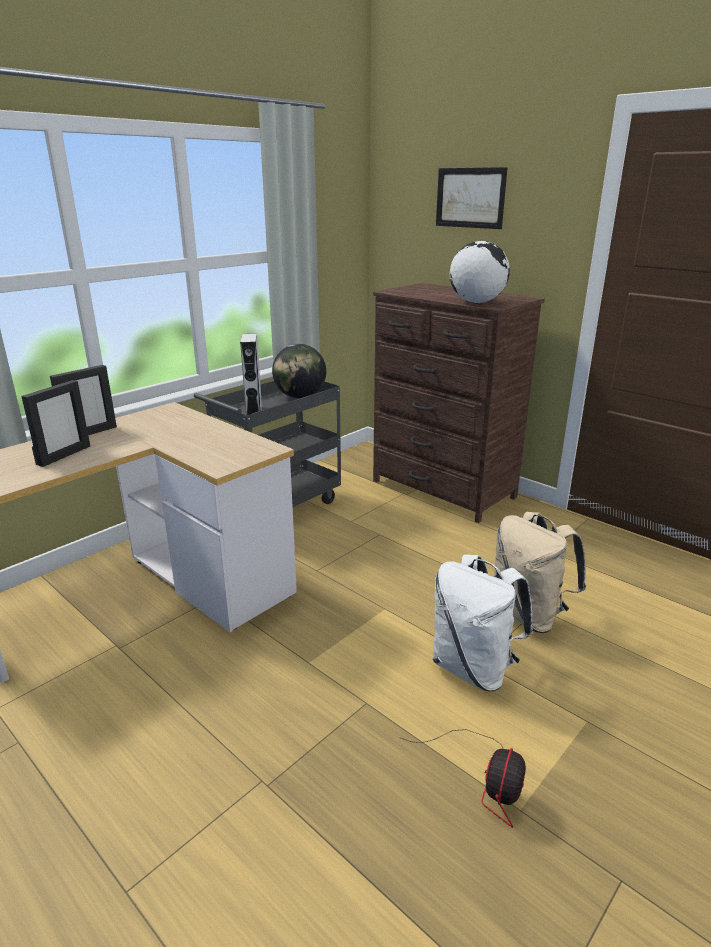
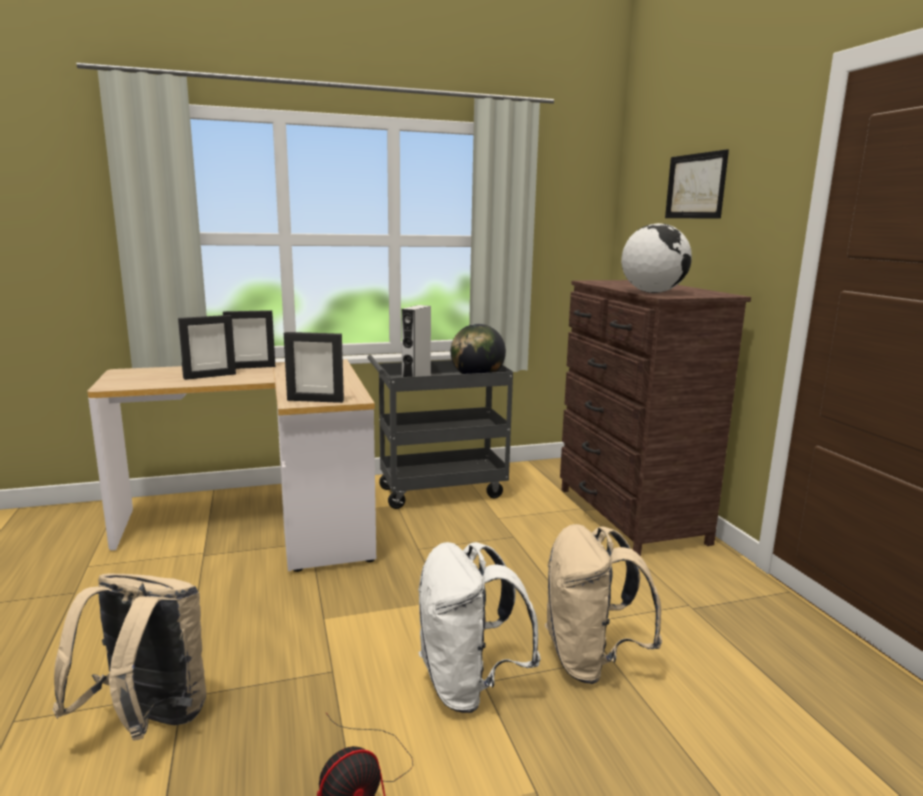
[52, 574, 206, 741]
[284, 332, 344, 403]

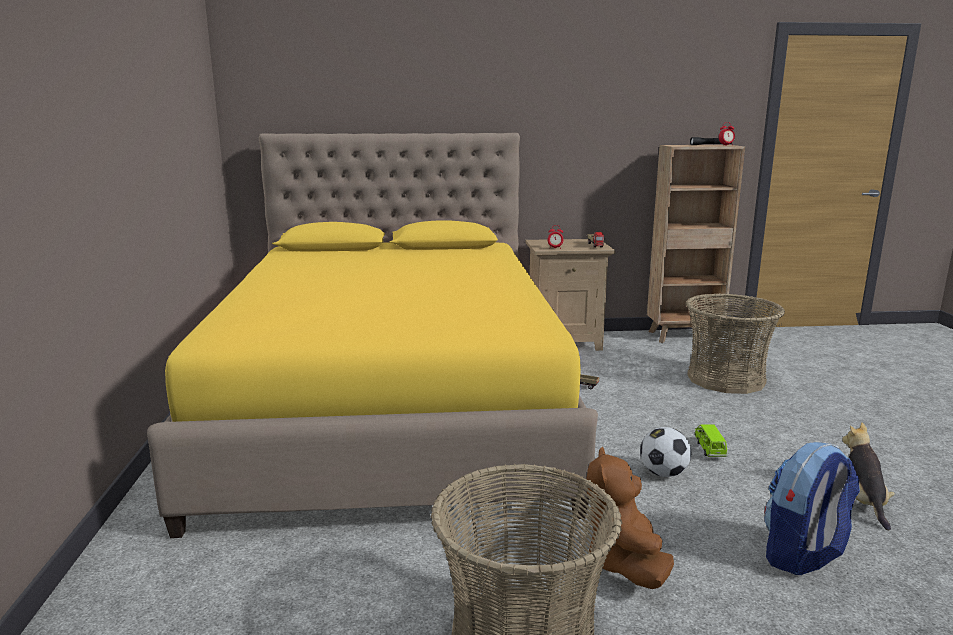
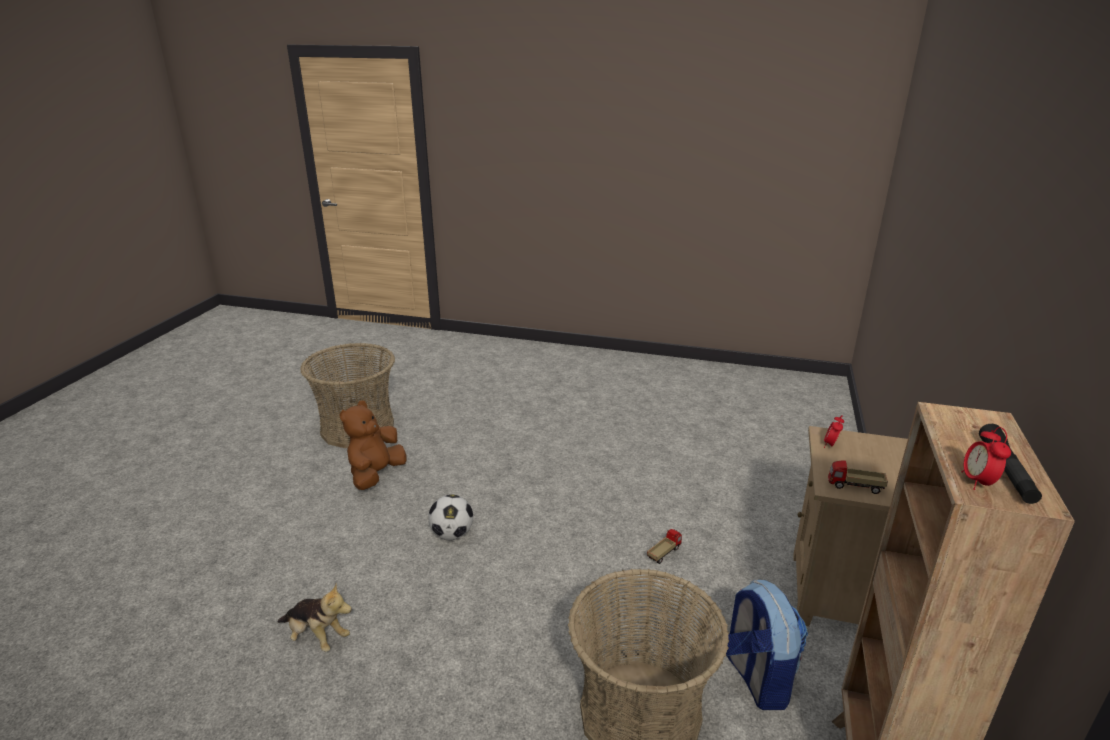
[147, 133, 598, 538] (first image)
[340, 400, 407, 490]
[694, 424, 728, 457] (first image)
[716, 580, 808, 710]

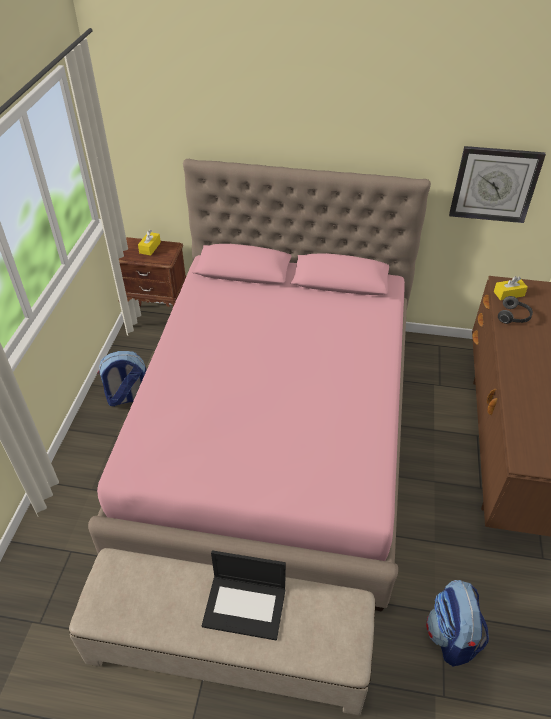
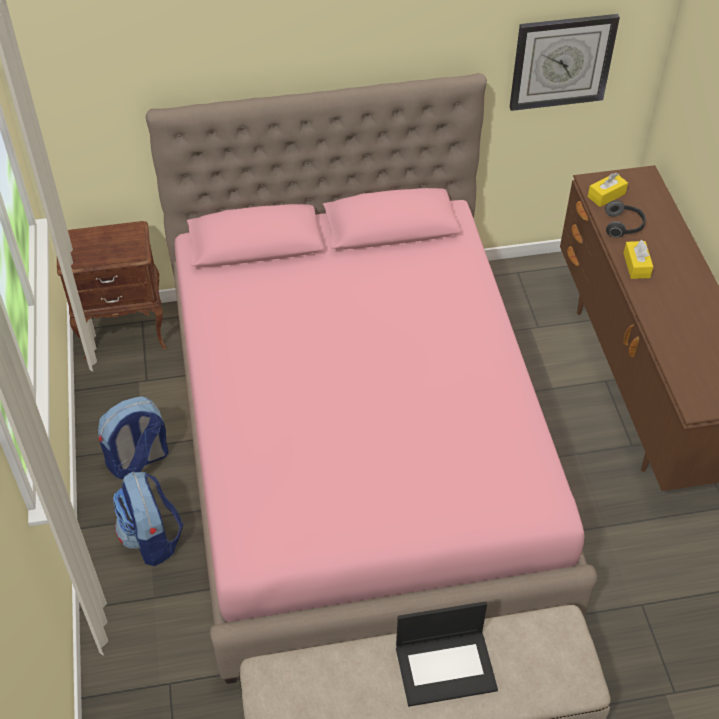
[624, 240, 653, 279]
[113, 472, 183, 566]

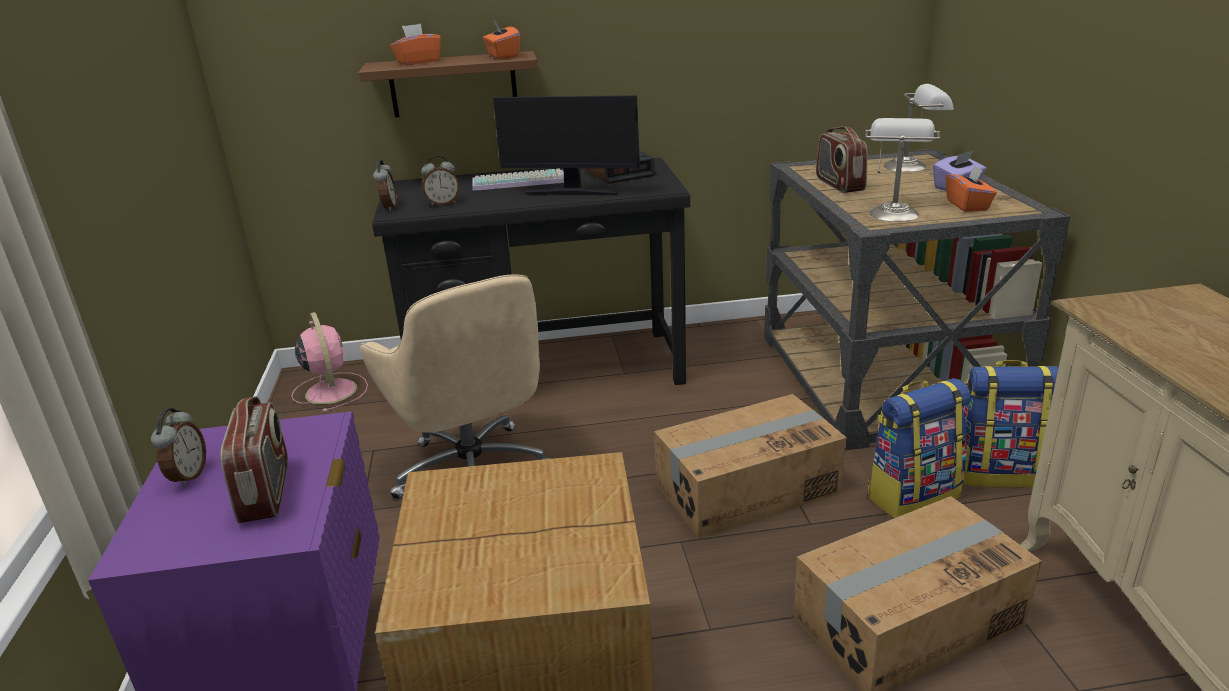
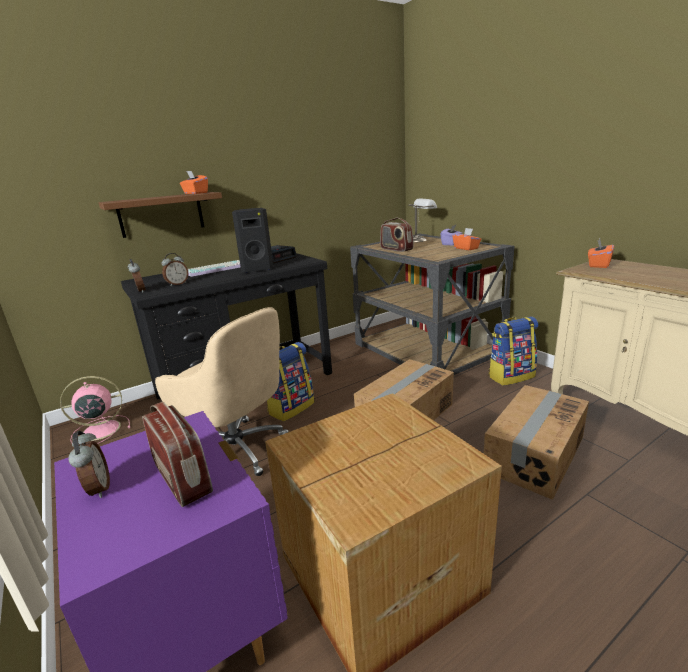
[60, 376, 130, 444]
[588, 239, 614, 268]
[232, 208, 274, 273]
[865, 118, 940, 222] (first image)
[267, 342, 314, 421]

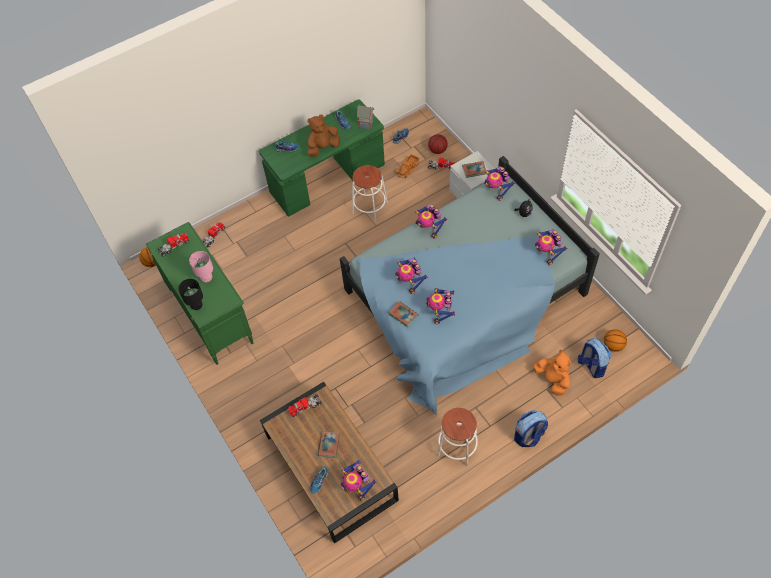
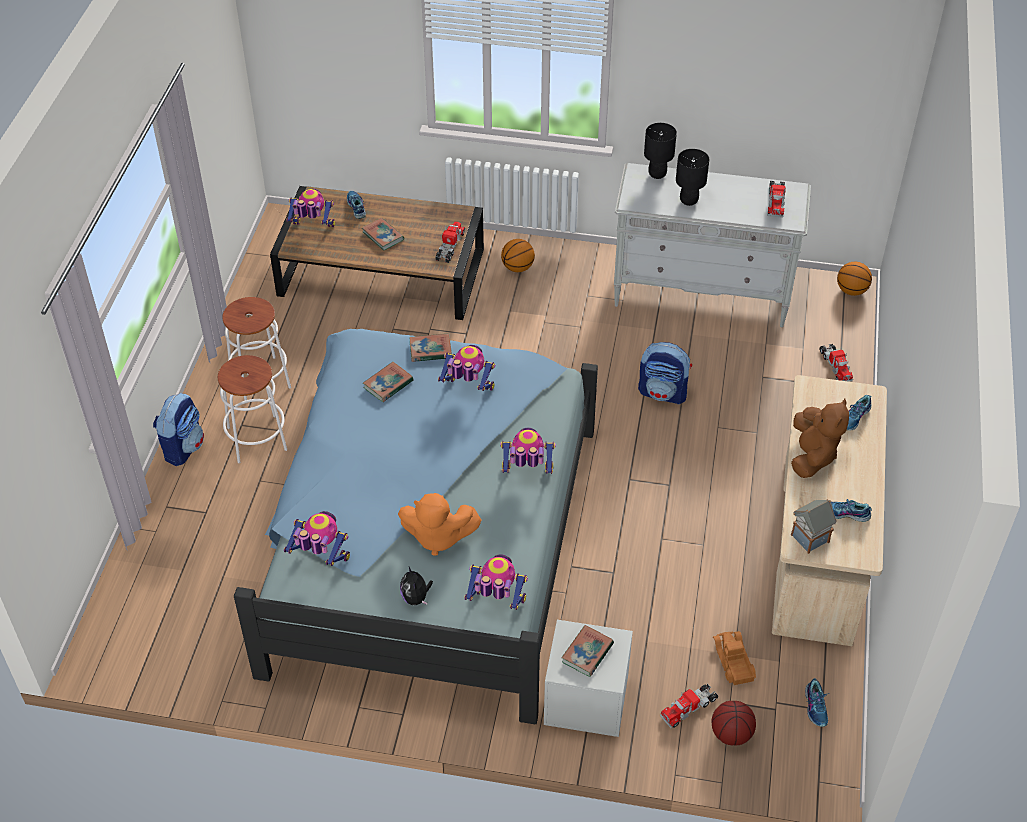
[614, 163, 811, 328]
[676, 149, 709, 206]
[772, 375, 887, 646]
[218, 355, 287, 463]
[363, 362, 414, 402]
[398, 493, 482, 556]
[638, 342, 692, 404]
[501, 239, 535, 272]

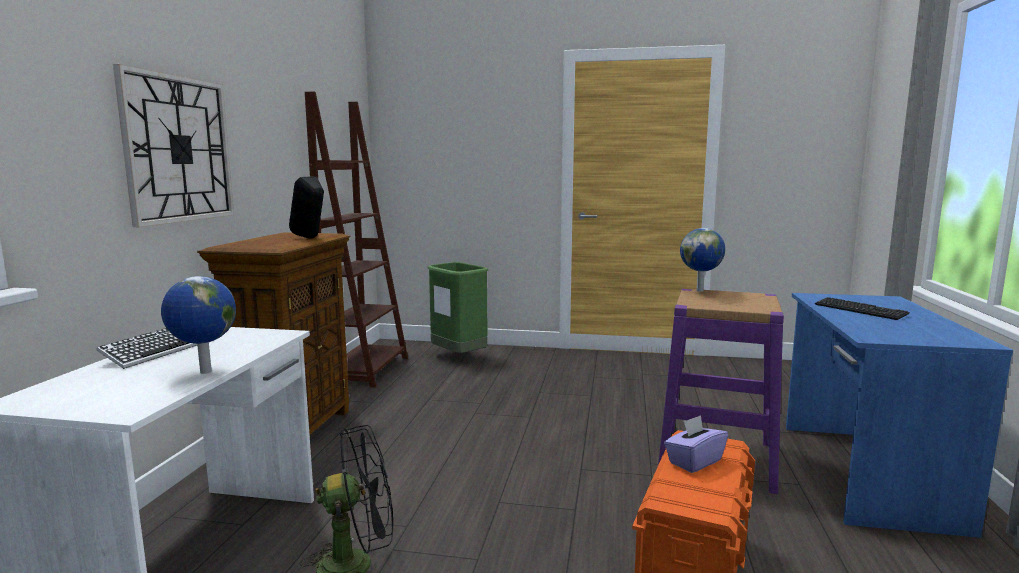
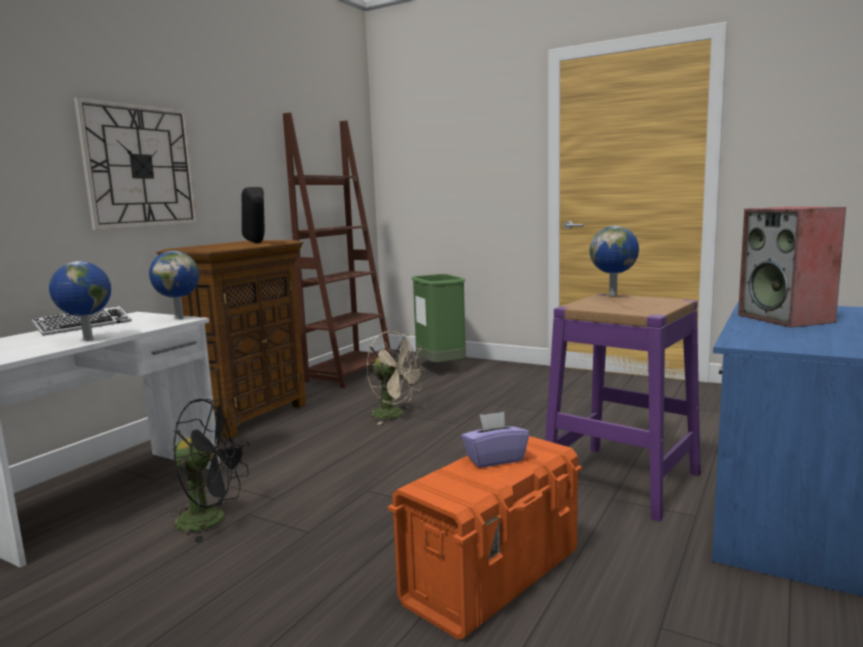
[738, 207, 846, 328]
[149, 251, 199, 320]
[366, 331, 426, 424]

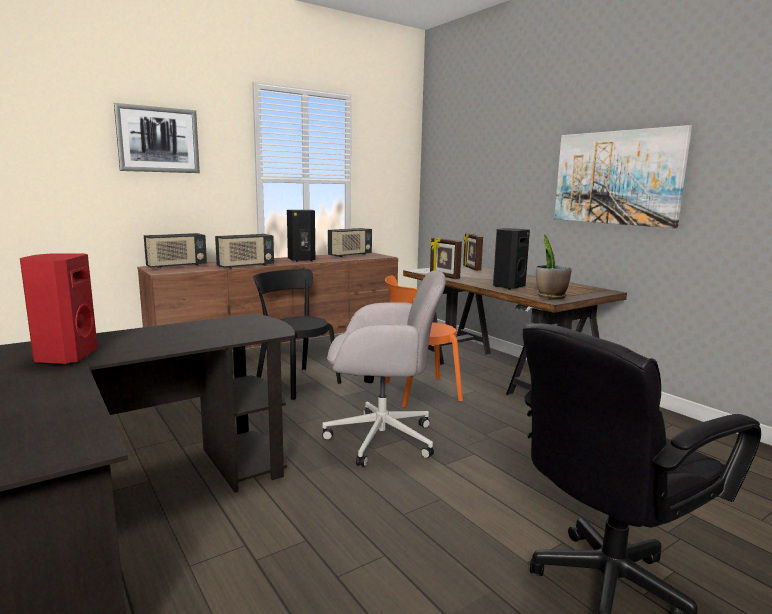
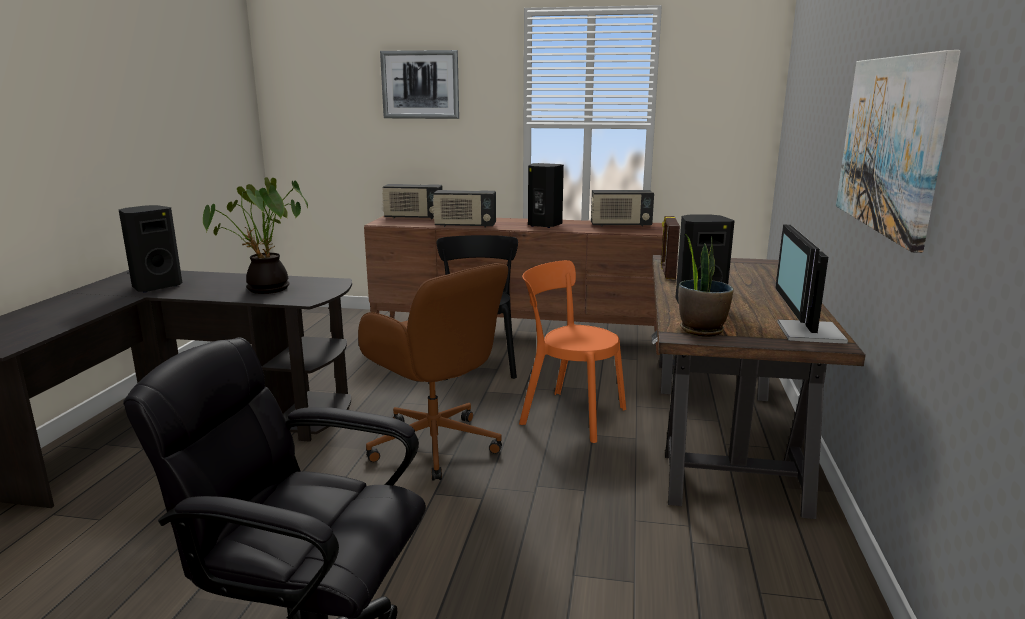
[119, 205, 182, 293]
[358, 263, 508, 481]
[463, 233, 483, 271] (first image)
[203, 177, 308, 294]
[775, 225, 848, 344]

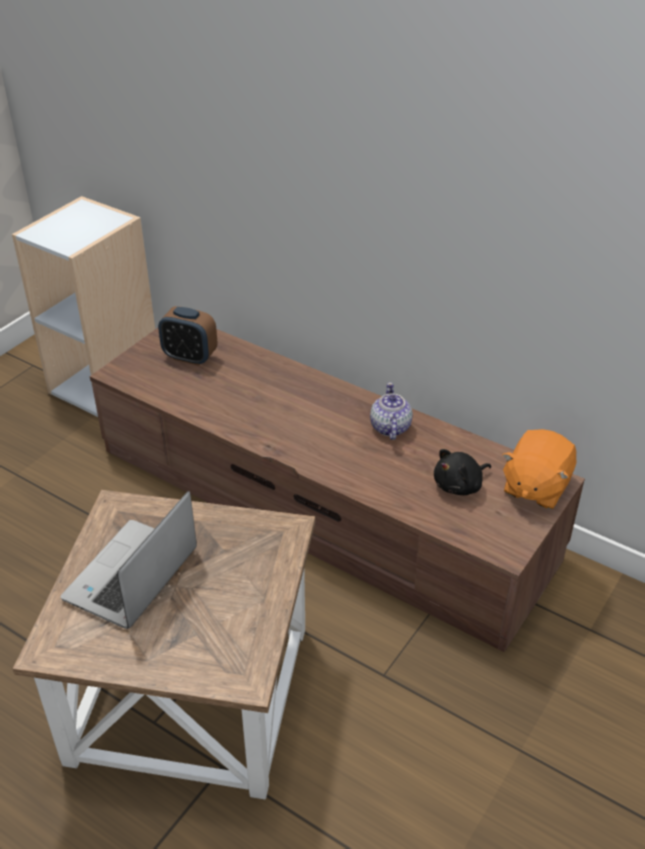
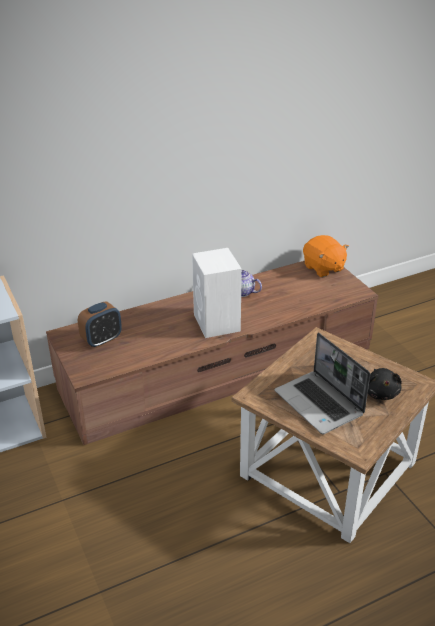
[368, 368, 402, 400]
[192, 248, 242, 338]

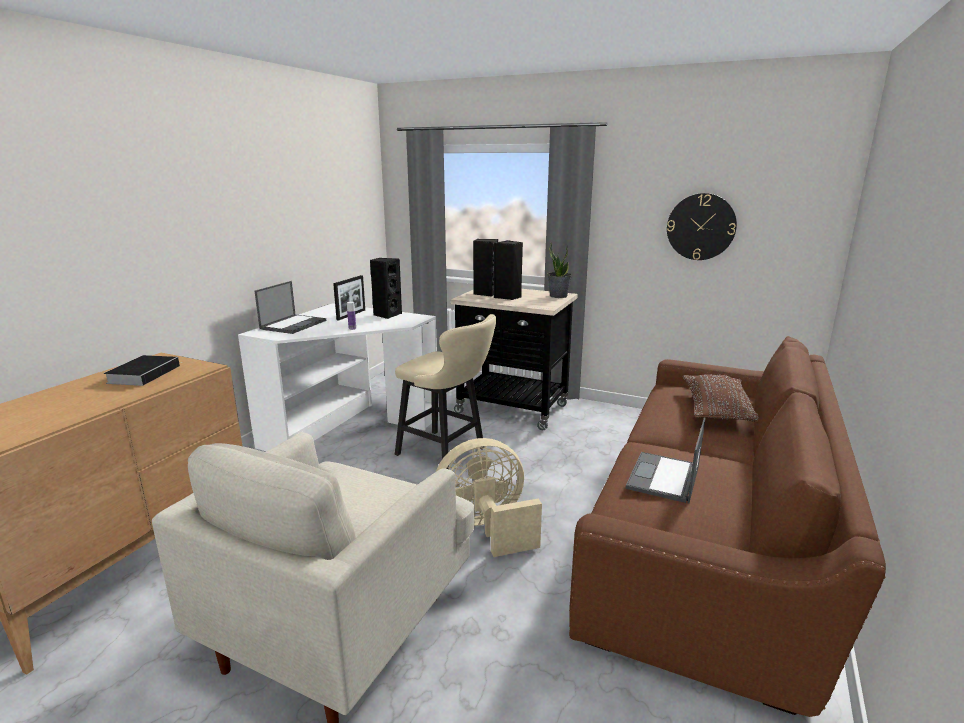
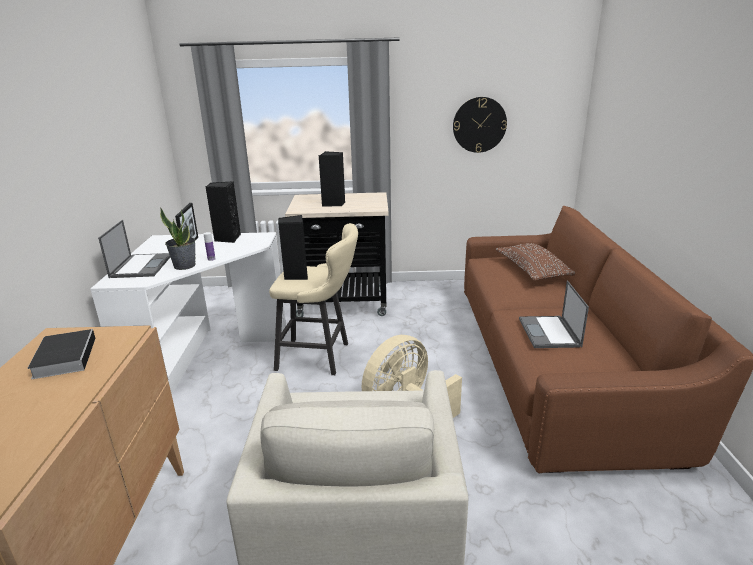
[278, 215, 308, 280]
[160, 207, 195, 270]

